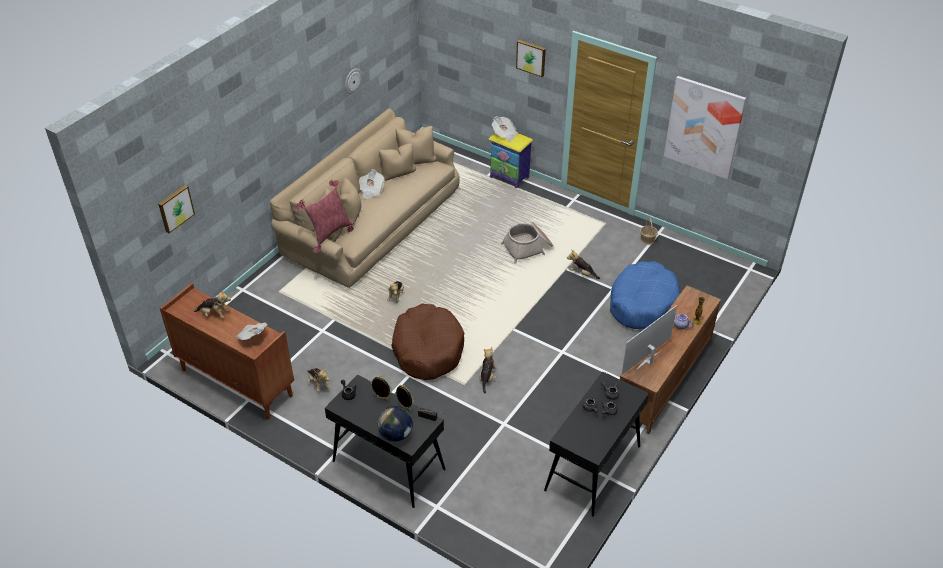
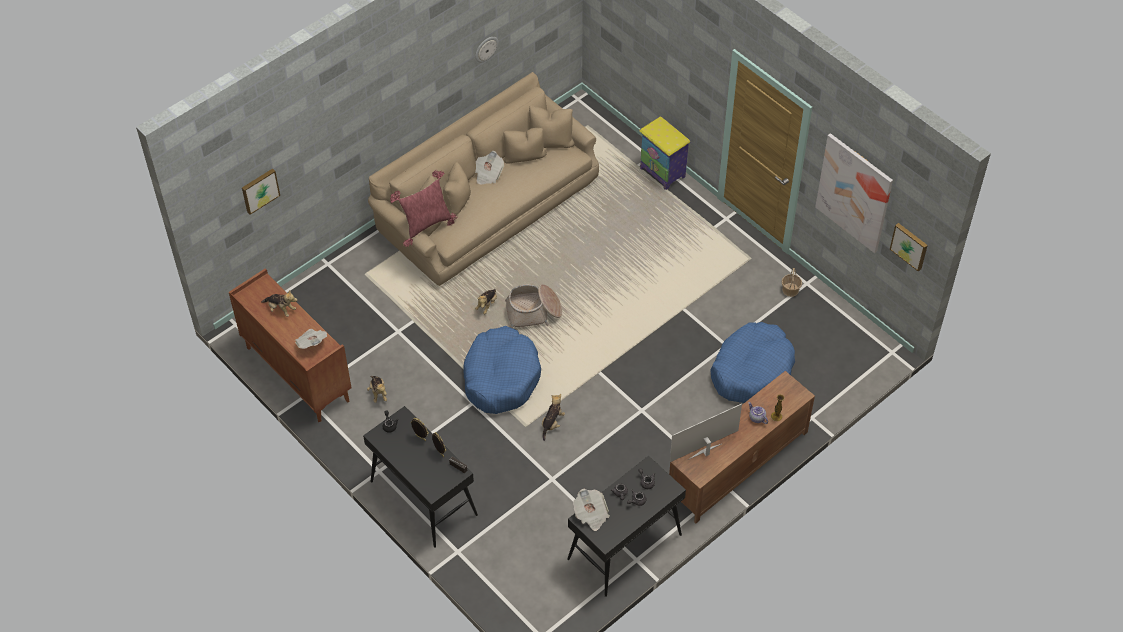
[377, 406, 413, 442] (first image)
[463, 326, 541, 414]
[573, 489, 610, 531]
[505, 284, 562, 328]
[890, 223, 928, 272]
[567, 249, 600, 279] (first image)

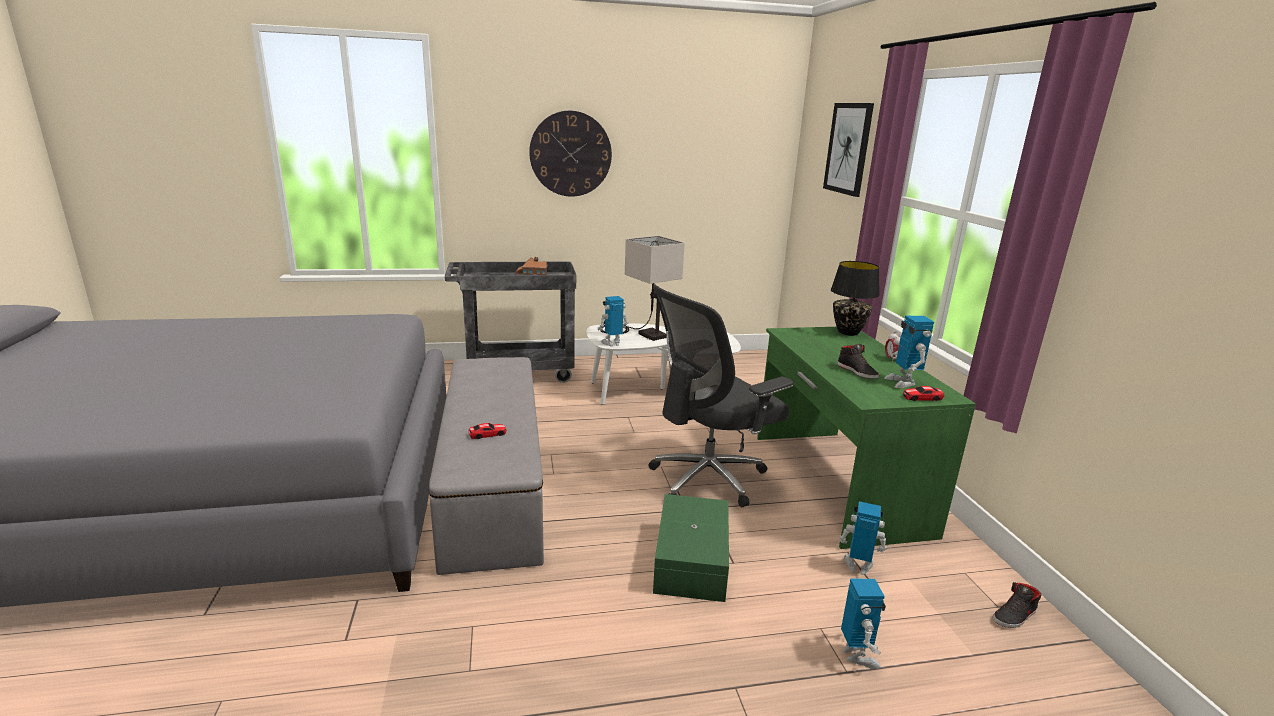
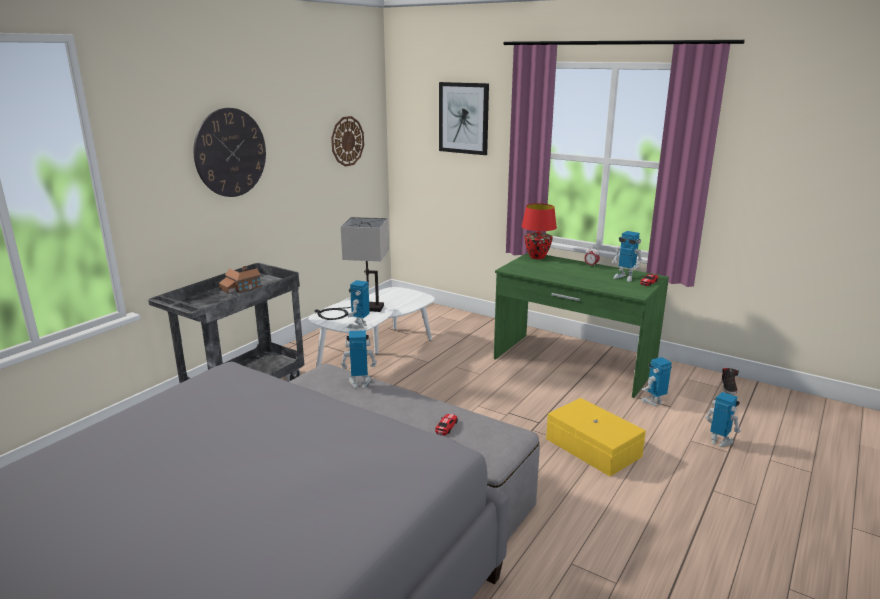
[649, 284, 794, 508] (first image)
[546, 398, 646, 477]
[522, 203, 557, 259]
[837, 344, 879, 379] (first image)
[331, 116, 364, 167]
[341, 330, 377, 388]

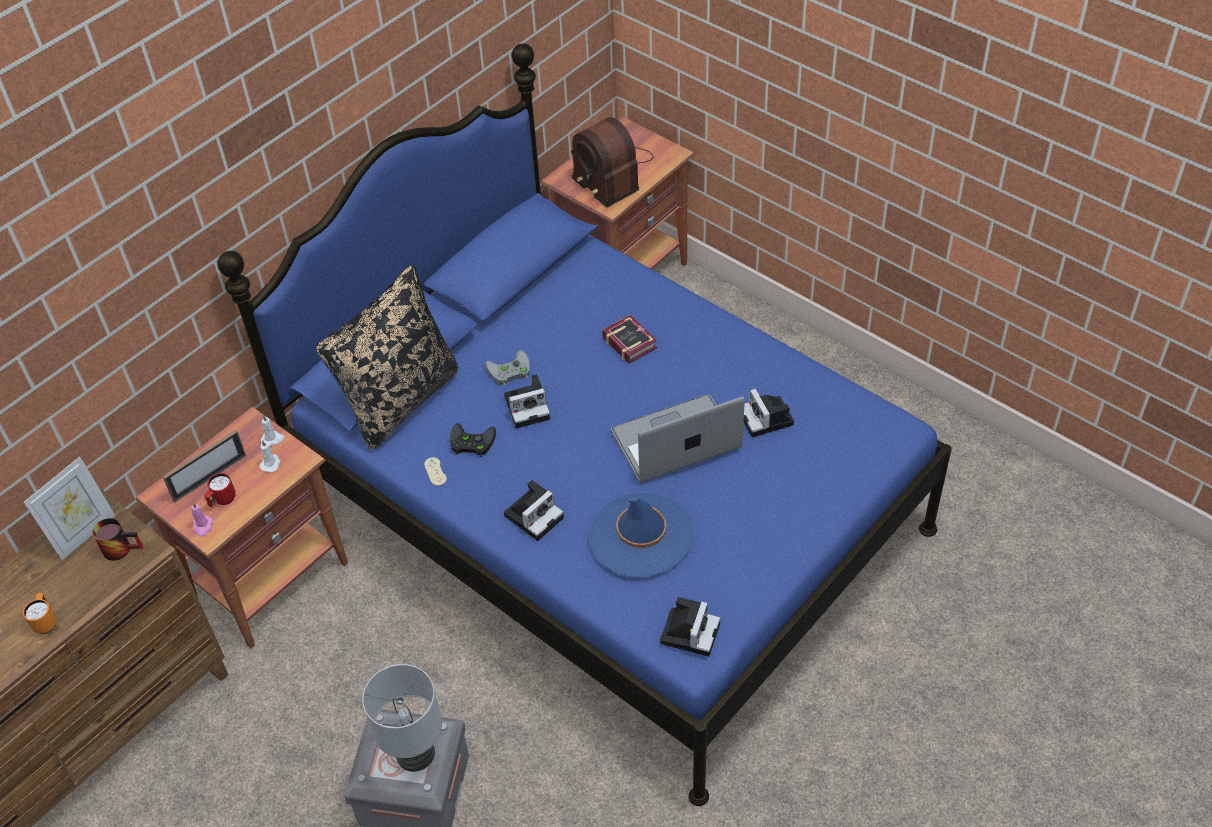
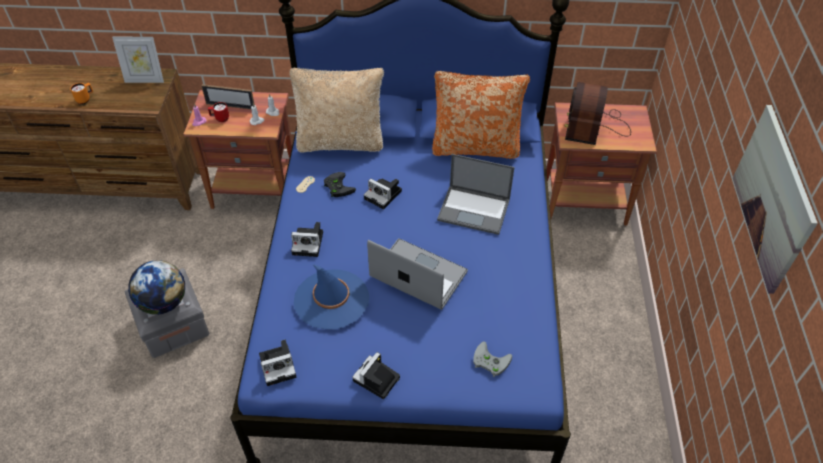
[92, 518, 144, 561] (first image)
[289, 67, 384, 153]
[128, 260, 185, 315]
[473, 341, 512, 377]
[437, 154, 514, 235]
[352, 352, 400, 399]
[432, 70, 530, 159]
[733, 105, 818, 294]

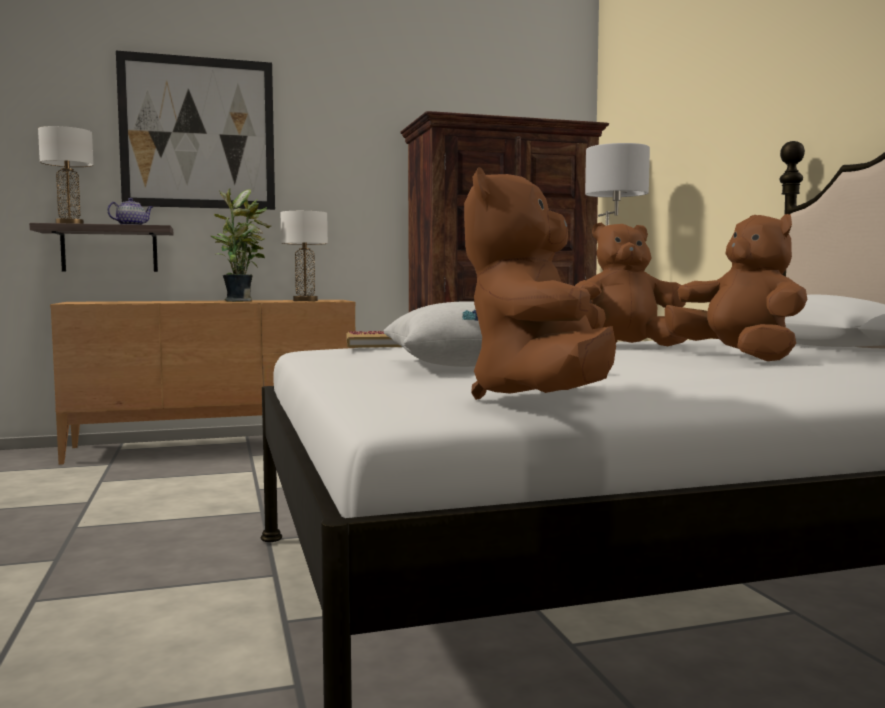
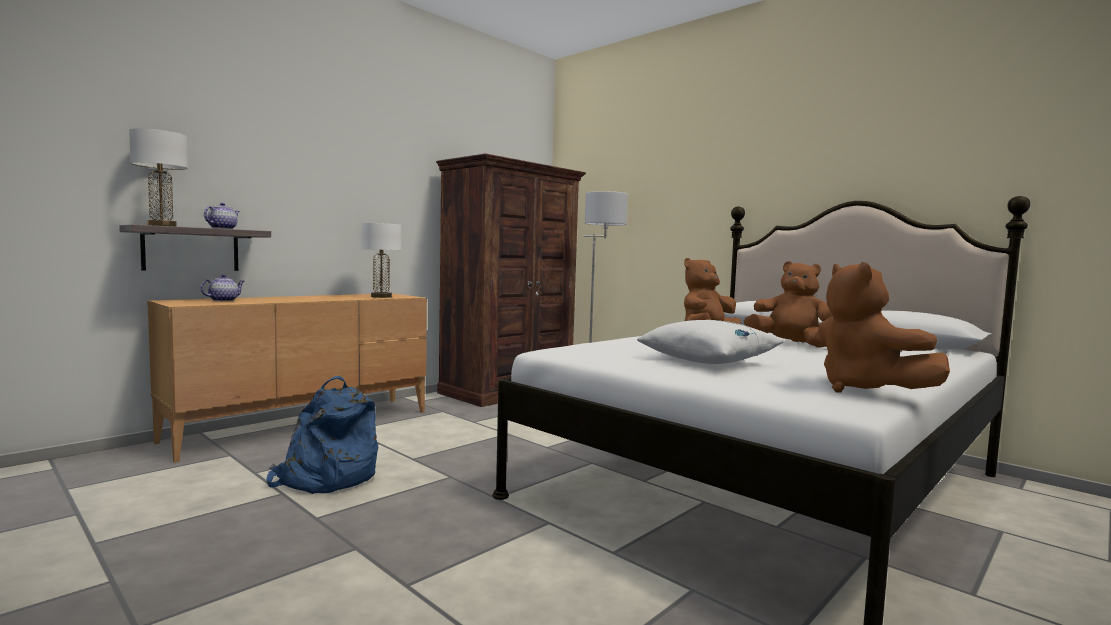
[116, 51, 275, 210] (first image)
[211, 188, 271, 302] (first image)
[347, 331, 402, 348] (first image)
[200, 274, 244, 301]
[266, 376, 378, 494]

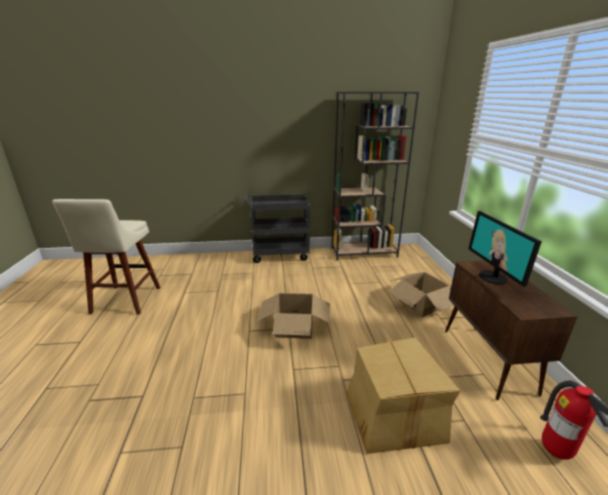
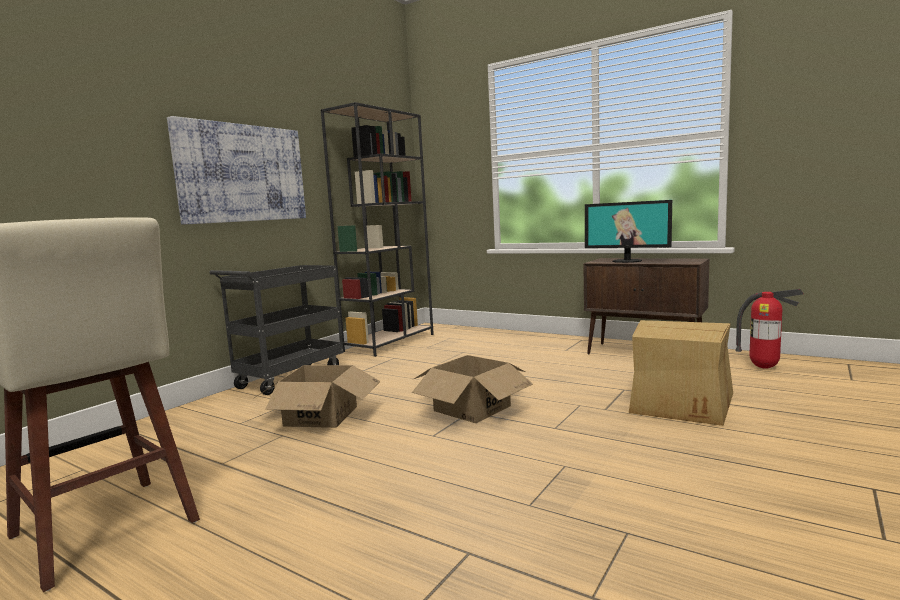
[253, 365, 380, 428]
[167, 116, 306, 225]

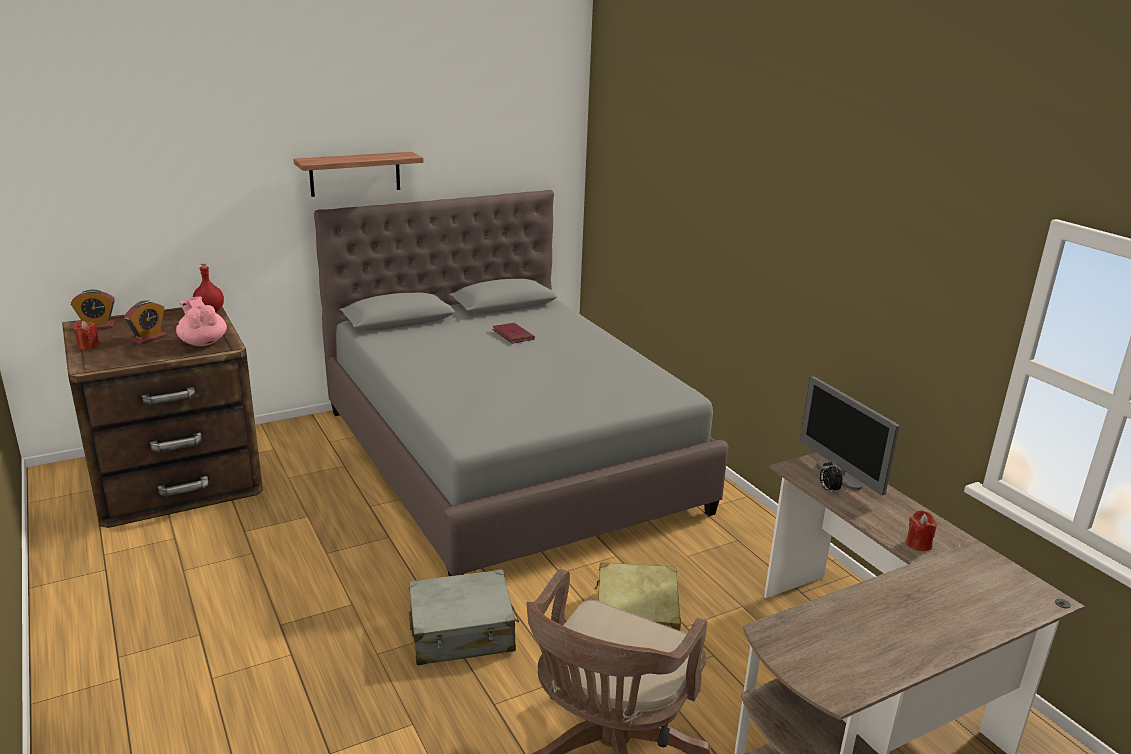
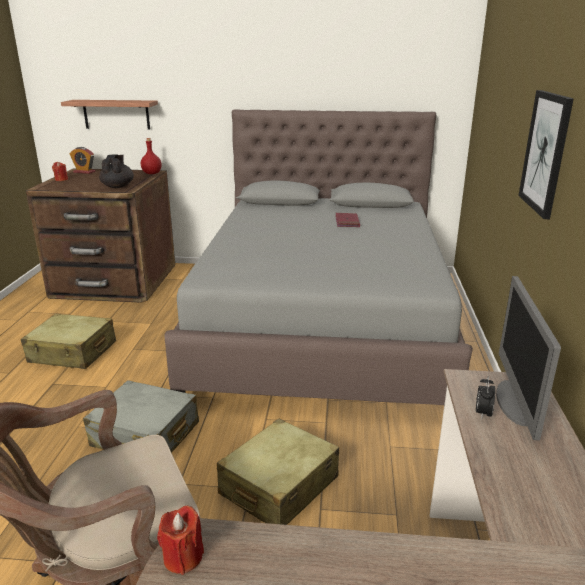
[124, 300, 167, 345] (first image)
[99, 154, 134, 188]
[61, 100, 158, 130]
[157, 506, 204, 575]
[21, 314, 116, 369]
[518, 90, 574, 219]

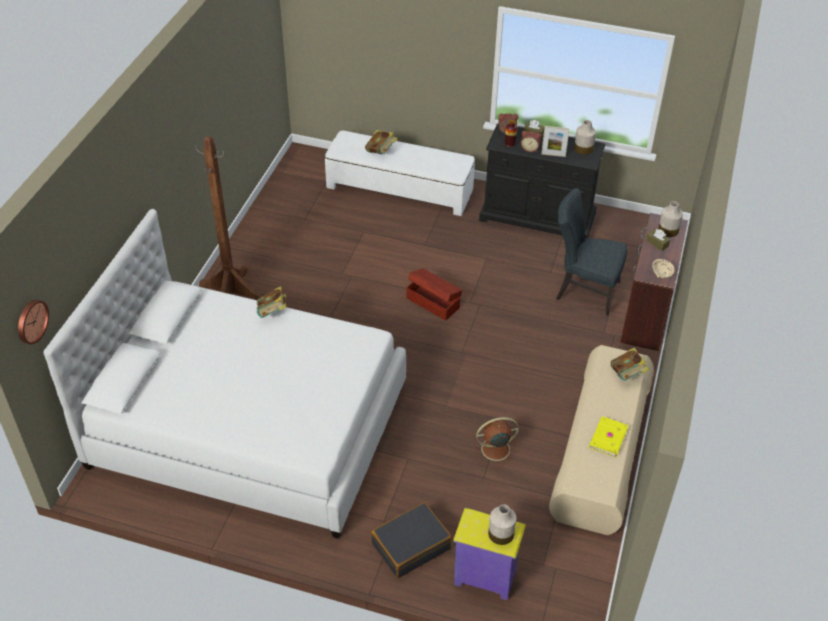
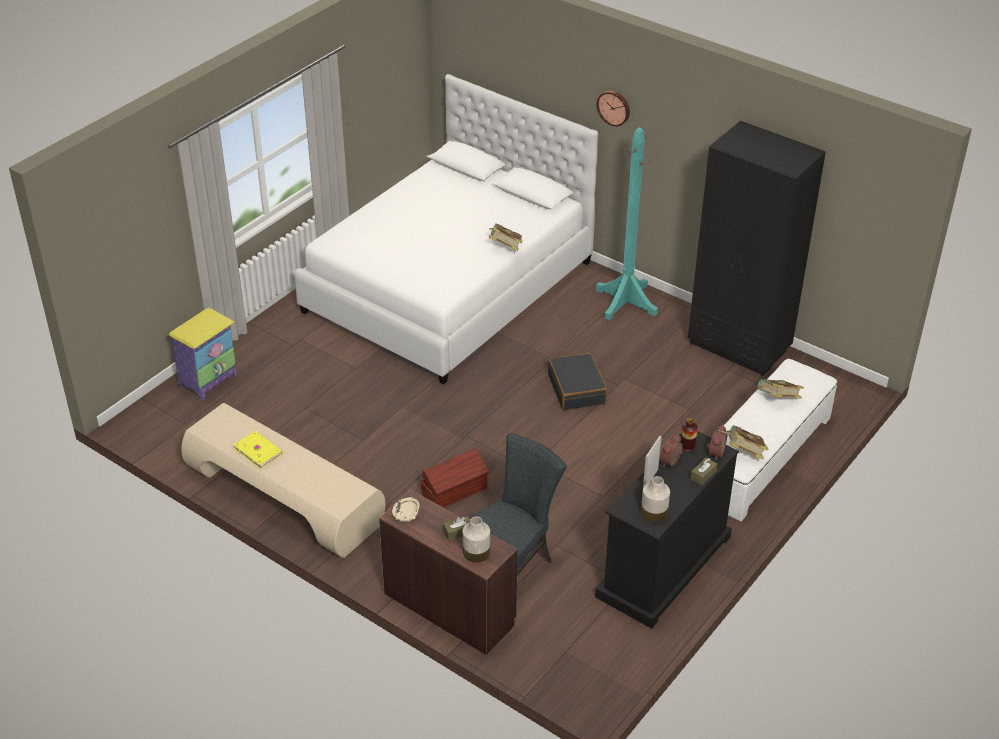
[597, 91, 630, 126]
[596, 128, 658, 320]
[548, 353, 607, 410]
[421, 448, 489, 508]
[474, 417, 519, 467] (first image)
[488, 504, 516, 545] (first image)
[726, 425, 768, 459]
[688, 121, 826, 376]

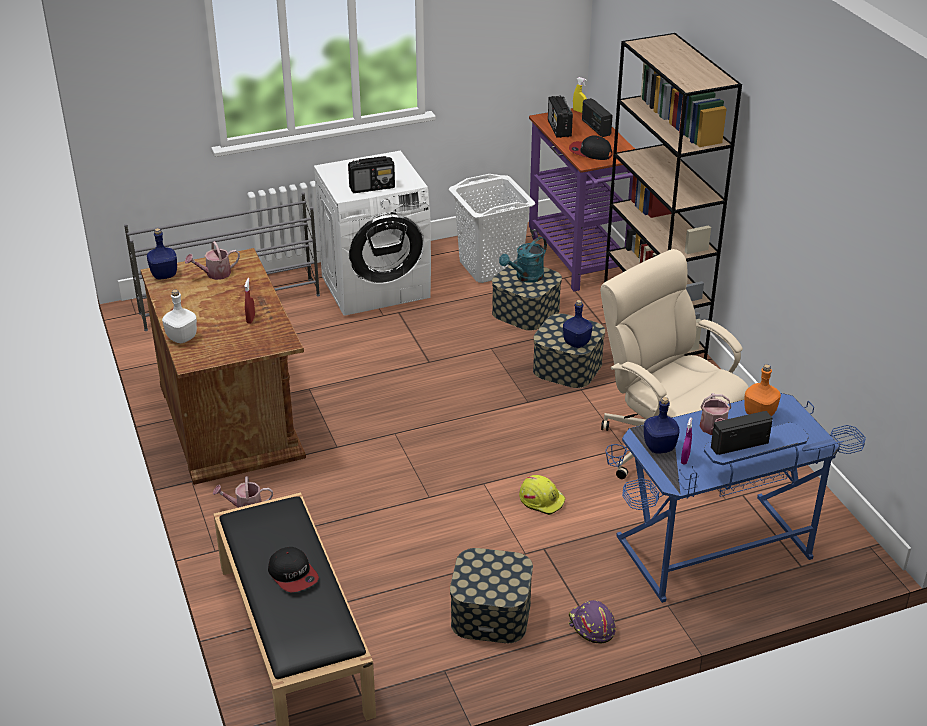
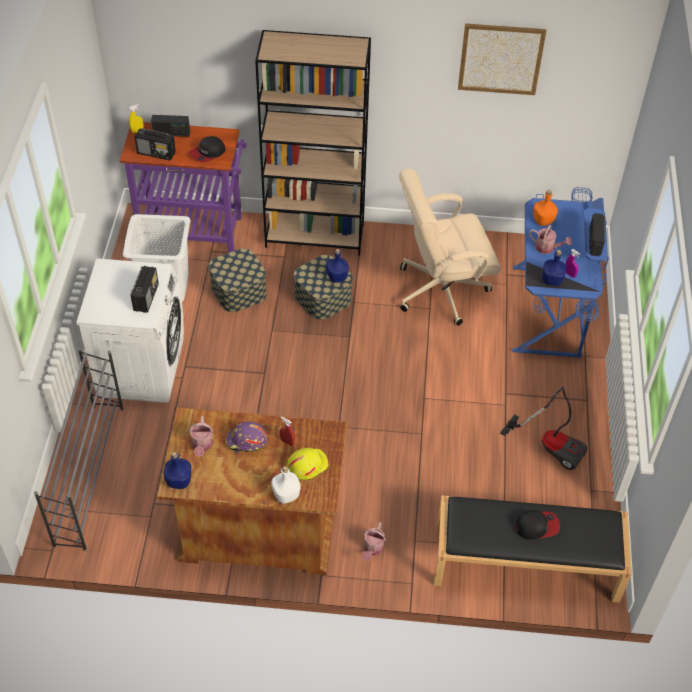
[500, 387, 588, 470]
[499, 237, 547, 283] (first image)
[287, 448, 329, 480]
[225, 421, 268, 454]
[458, 24, 547, 95]

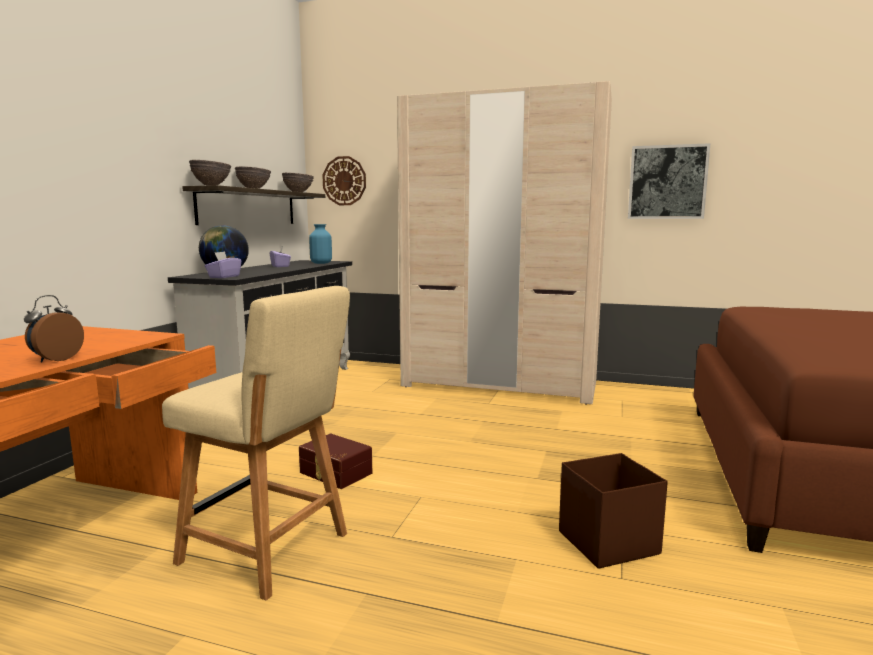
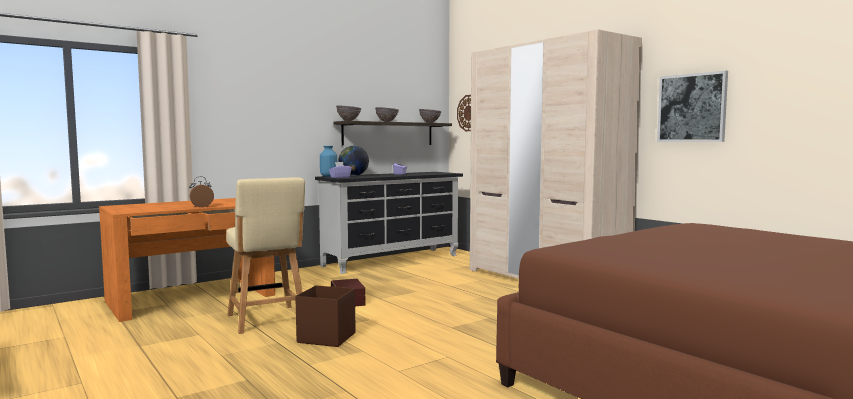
[320, 146, 337, 177]
[295, 285, 356, 347]

